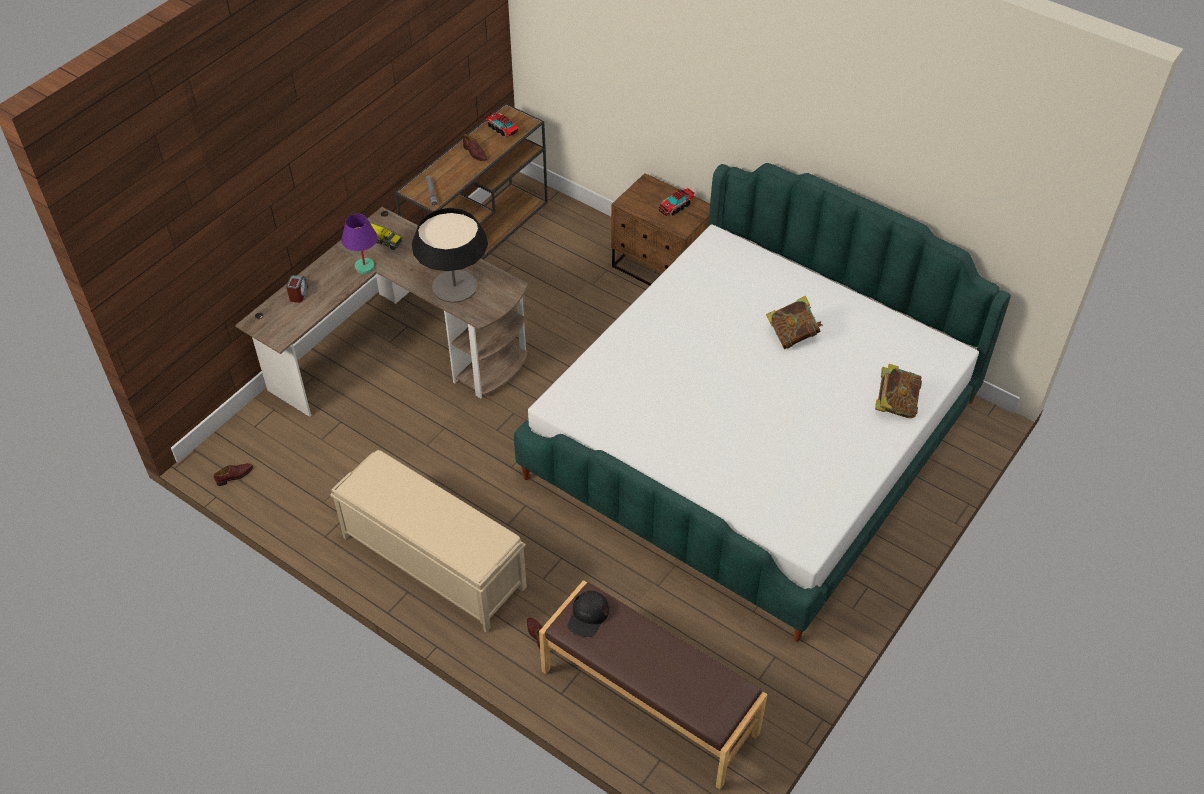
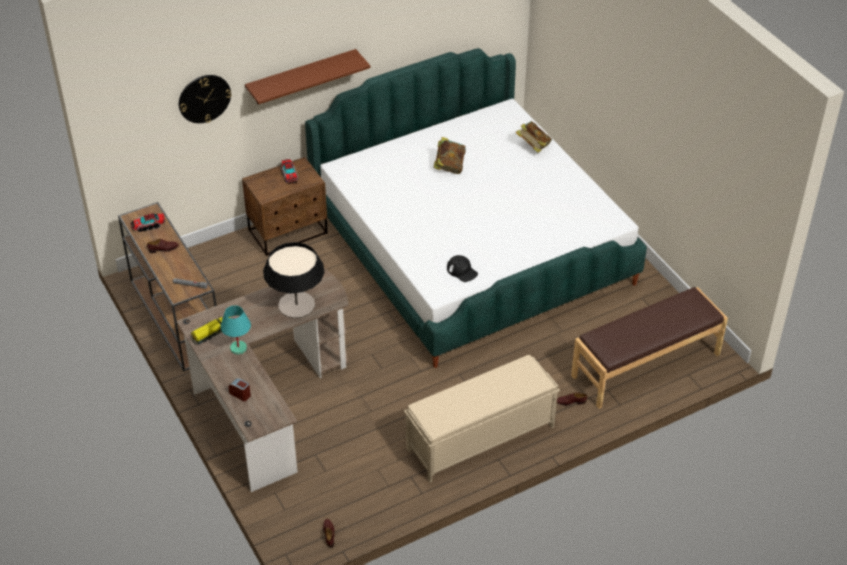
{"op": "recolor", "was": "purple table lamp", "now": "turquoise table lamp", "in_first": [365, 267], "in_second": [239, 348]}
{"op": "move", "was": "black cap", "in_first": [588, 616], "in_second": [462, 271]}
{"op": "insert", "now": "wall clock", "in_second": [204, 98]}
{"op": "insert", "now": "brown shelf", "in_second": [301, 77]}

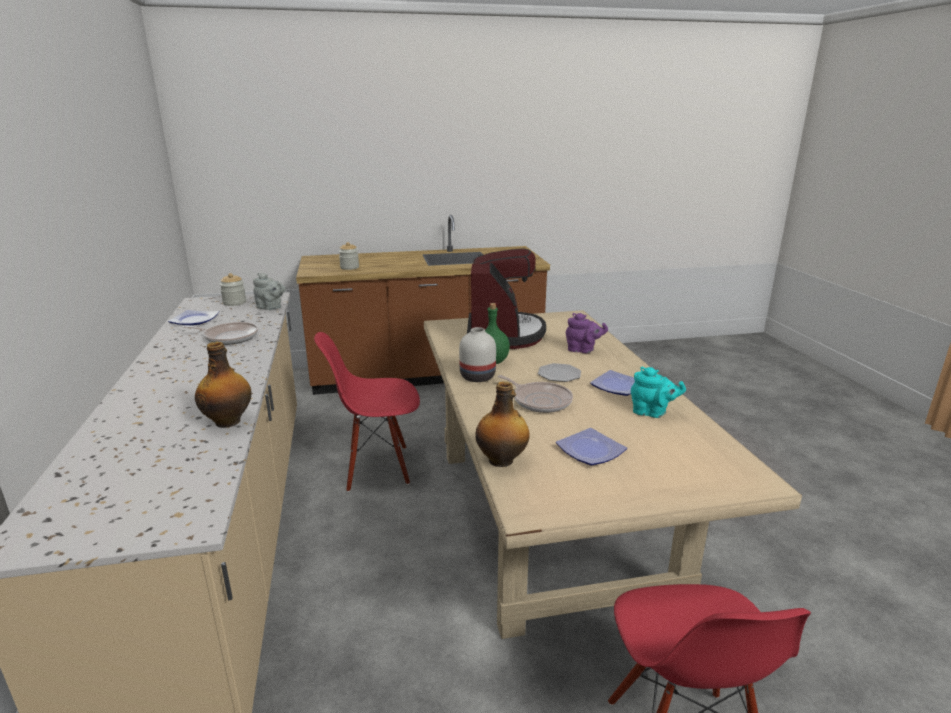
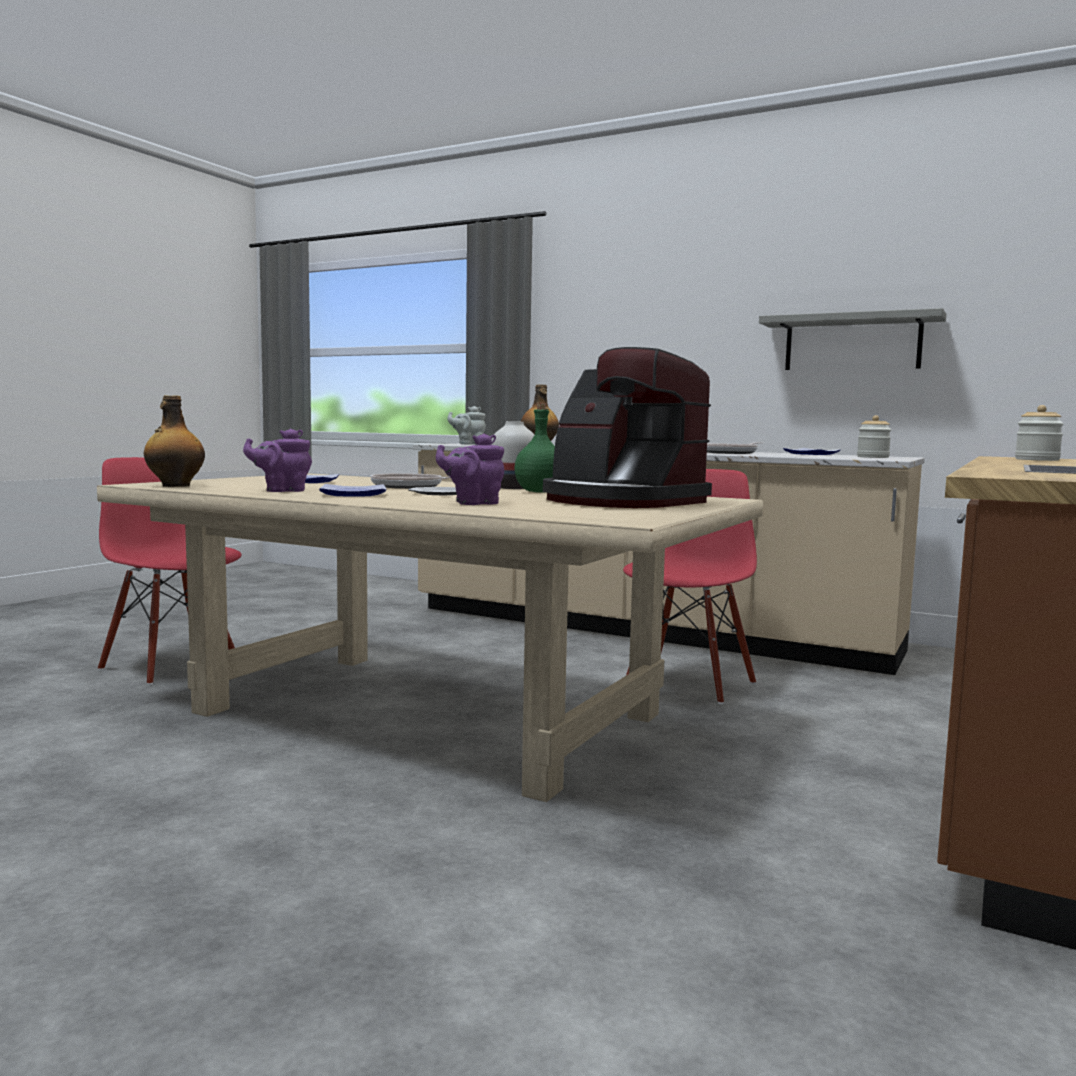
{"op": "move", "was": "grey teapot", "in_first": [271, 308], "in_second": [468, 444]}
{"op": "move", "was": "bottle", "in_first": [502, 460], "in_second": [175, 485]}
{"op": "recolor", "was": "turquoise teapot", "now": "purple teapot", "in_first": [652, 413], "in_second": [282, 490]}
{"op": "insert", "now": "grey shelf", "in_second": [852, 343]}

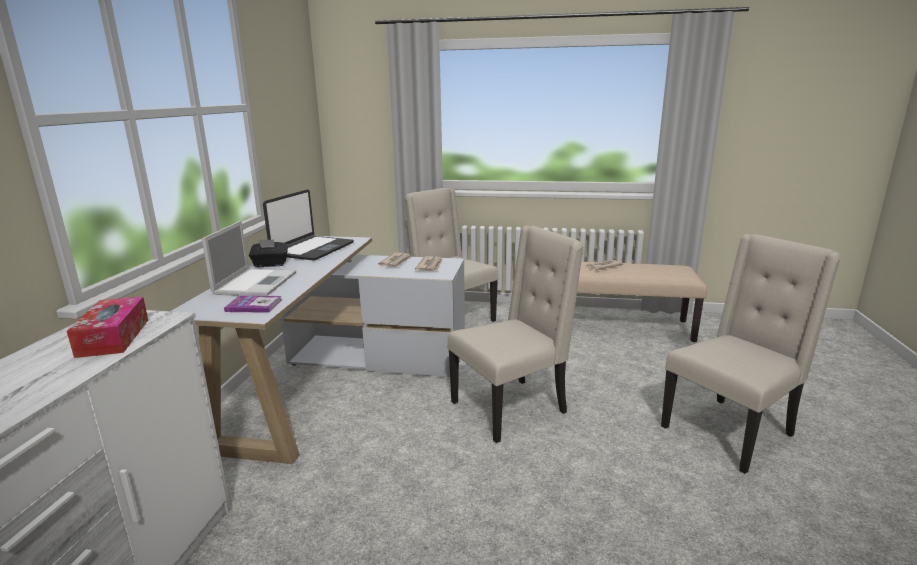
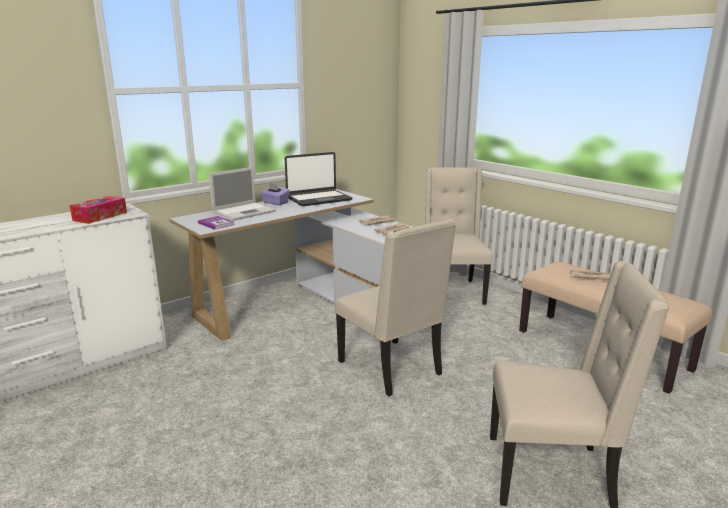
{"op": "recolor", "was": "black tissue box", "now": "purple tissue box", "in_first": [270, 264], "in_second": [275, 203]}
{"op": "rotate", "was": "beige chair", "in_first": [511, 407], "in_second": [392, 368], "clockwise": 45}

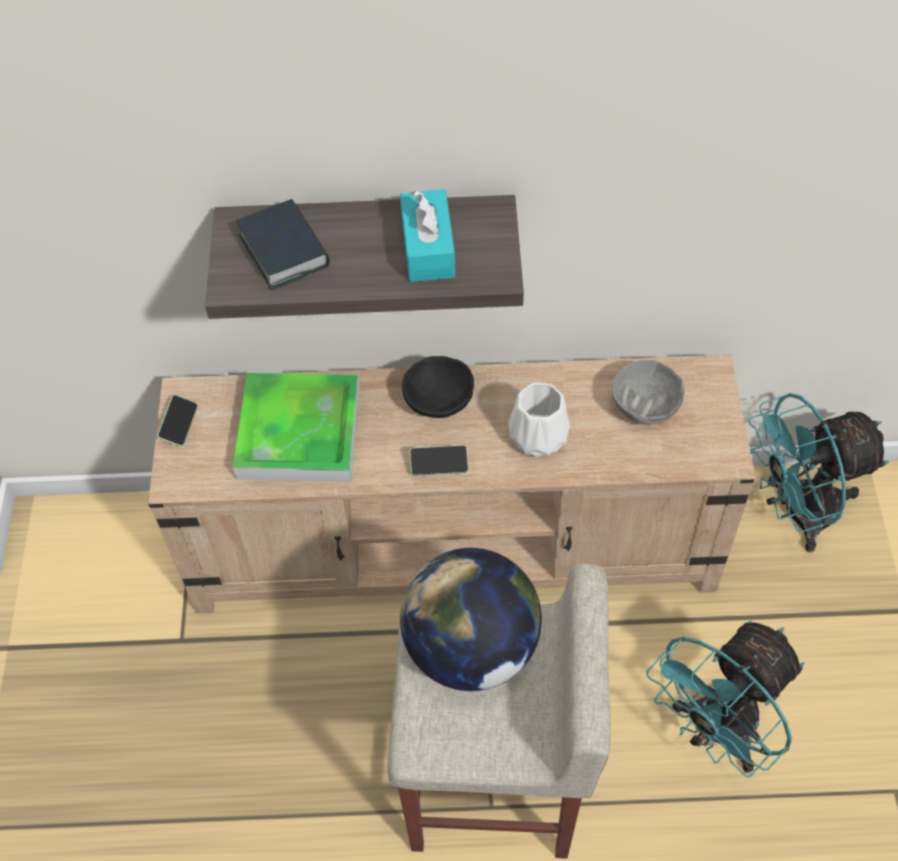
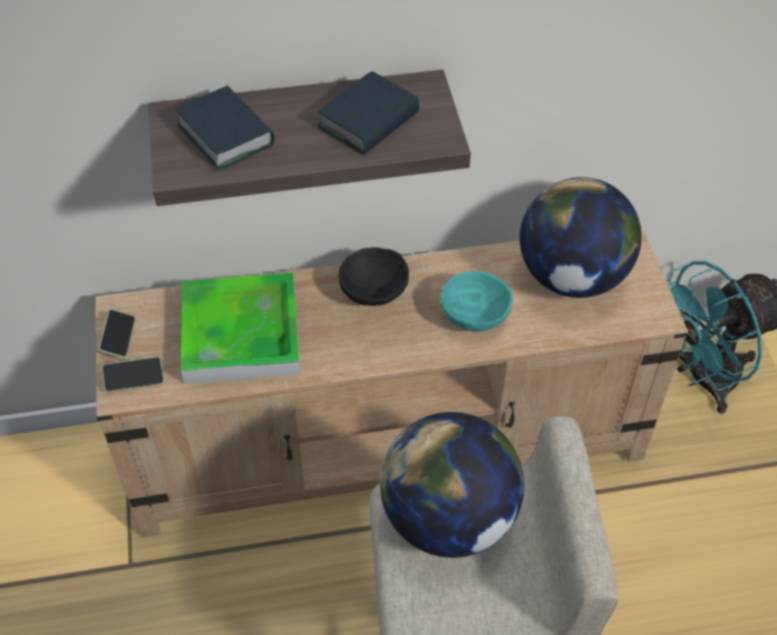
{"op": "replace", "was": "turquoise tissue box", "now": "book", "in_first": [428, 248], "in_second": [369, 121]}
{"op": "move", "was": "phone", "in_first": [439, 465], "in_second": [134, 379]}
{"op": "replace", "was": "white vase", "now": "turquoise bowl", "in_first": [536, 438], "in_second": [474, 316]}
{"op": "replace", "was": "grey bowl", "now": "globe", "in_first": [645, 406], "in_second": [572, 277]}
{"op": "delete", "was": "turquoise fan", "in_first": [716, 732]}

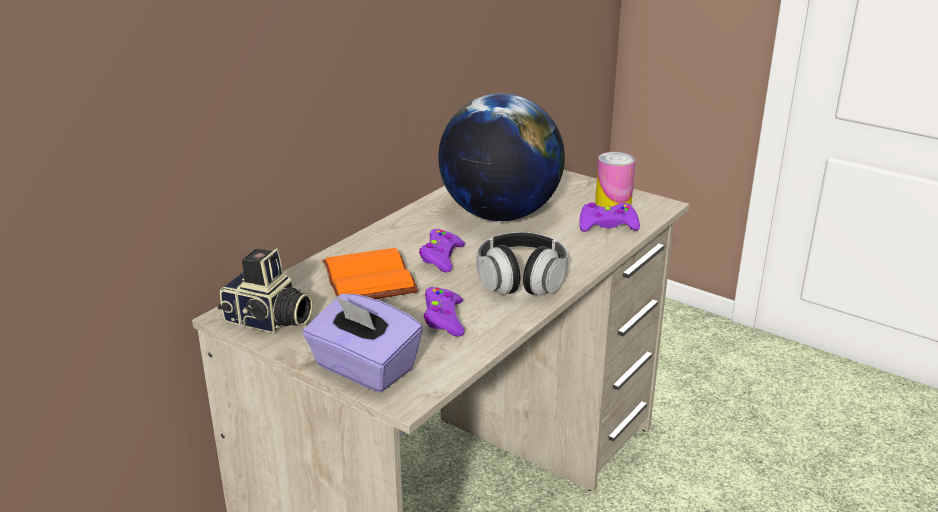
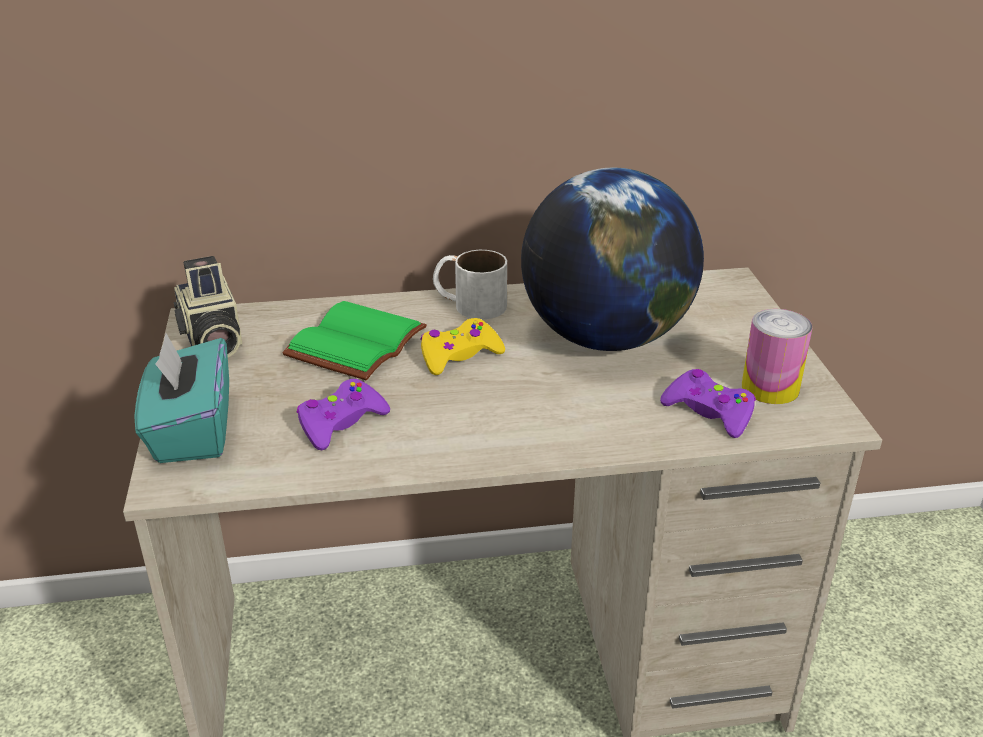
{"op": "recolor", "was": "purple tissue box", "now": "turquoise tissue box", "in_first": [364, 369], "in_second": [191, 431]}
{"op": "recolor", "was": "orange book", "now": "green book", "in_first": [372, 279], "in_second": [358, 345]}
{"op": "recolor", "was": "purple game controller", "now": "yellow game controller", "in_first": [441, 257], "in_second": [459, 355]}
{"op": "delete", "was": "headphones", "in_first": [521, 281]}
{"op": "insert", "now": "white mug", "in_second": [469, 304]}

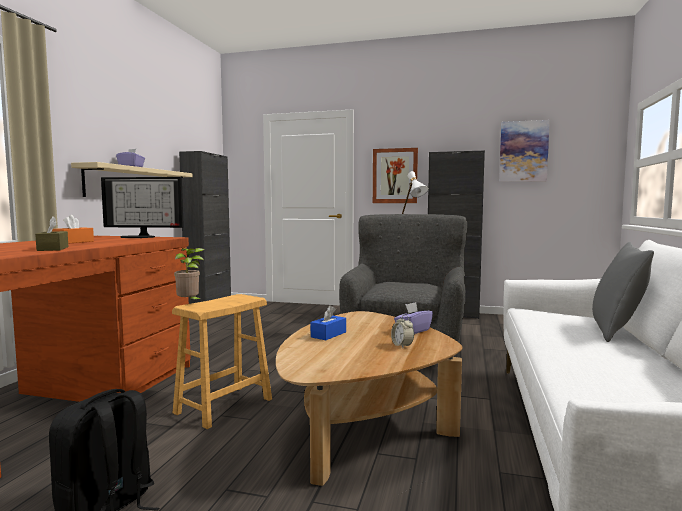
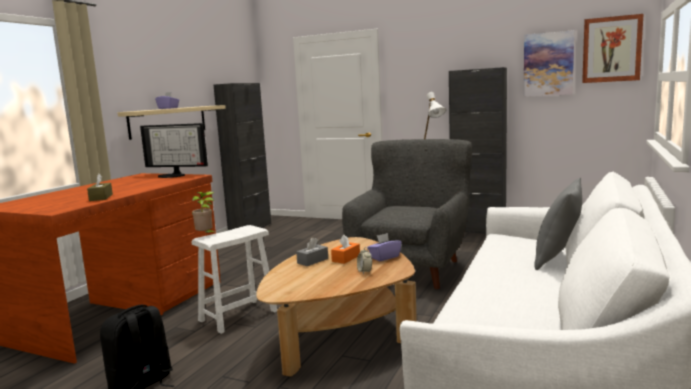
{"op": "move", "was": "orange tissue box", "in_first": [74, 242], "in_second": [346, 258]}
{"op": "recolor", "was": "brown stool", "now": "white stool", "in_first": [224, 406], "in_second": [238, 316]}
{"op": "recolor", "was": "blue tissue box", "now": "grey tissue box", "in_first": [328, 334], "in_second": [312, 261]}
{"op": "move", "was": "picture", "in_first": [395, 176], "in_second": [611, 49]}

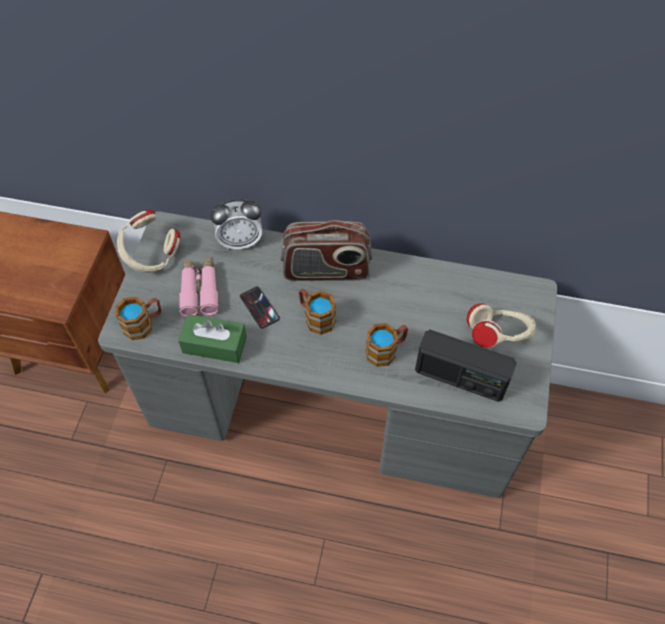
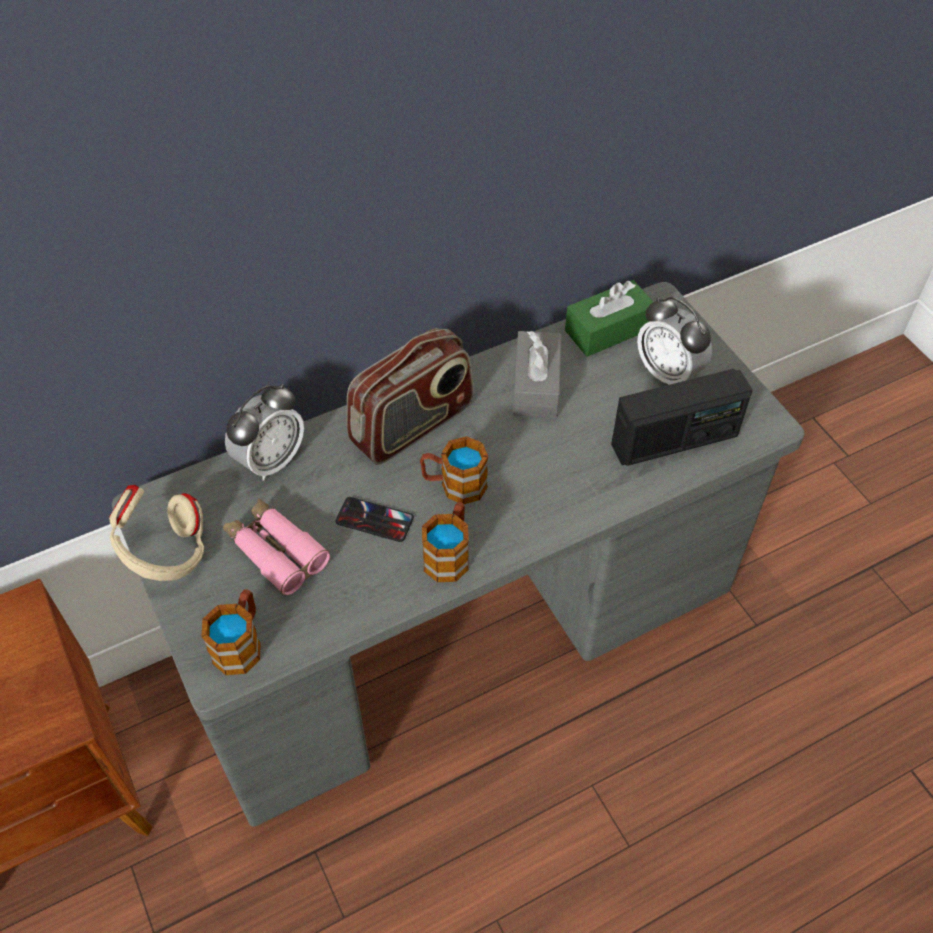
{"op": "move", "was": "green tissue box", "in_first": [214, 345], "in_second": [608, 330]}
{"op": "move", "was": "mug", "in_first": [386, 350], "in_second": [449, 554]}
{"op": "replace", "was": "beige headphones", "now": "alarm clock", "in_first": [497, 336], "in_second": [668, 373]}
{"op": "insert", "now": "grey tissue box", "in_second": [536, 385]}

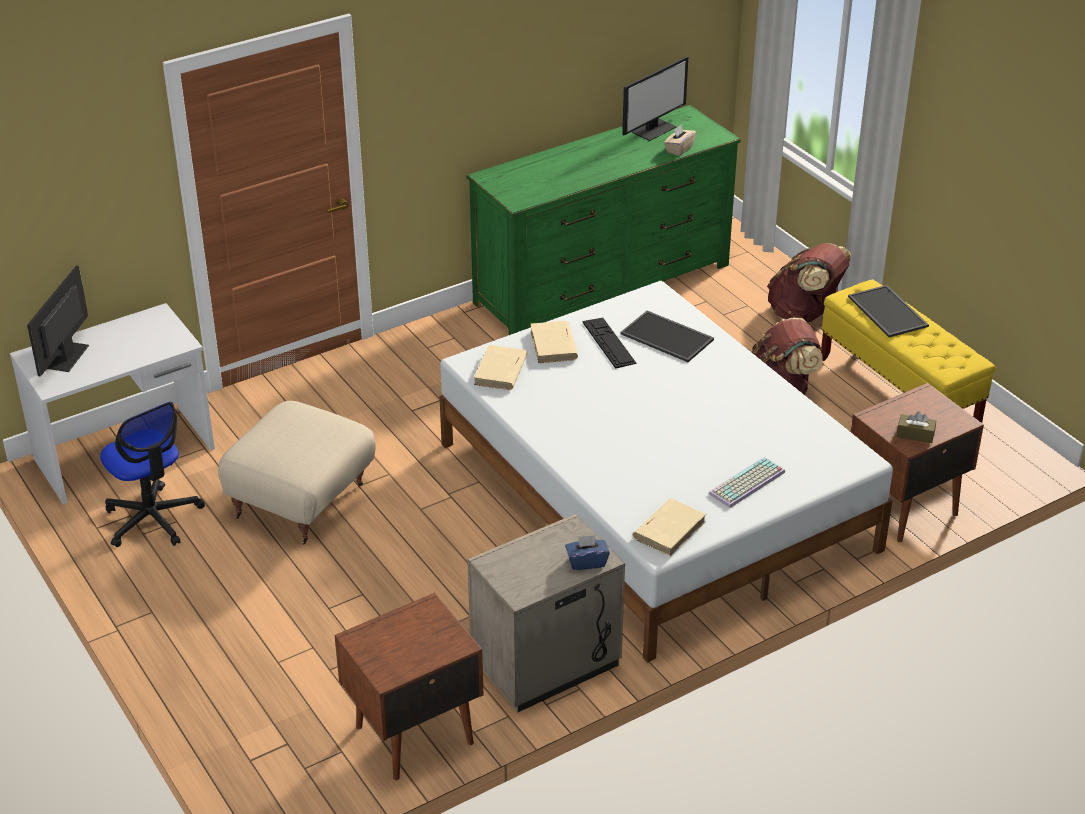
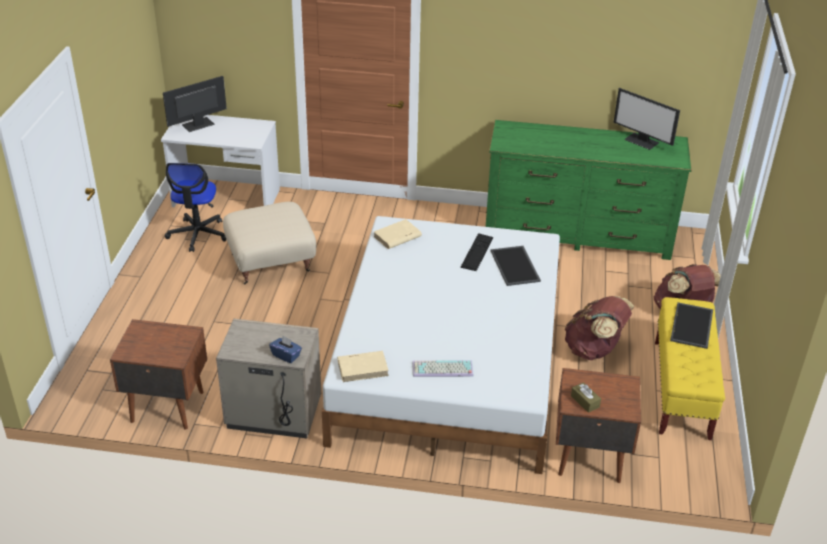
{"op": "delete", "was": "beige book", "in_first": [554, 345]}
{"op": "rotate", "was": "monitor", "in_first": [653, 129], "in_second": [642, 141], "clockwise": 45}
{"op": "delete", "was": "beige tissue box", "in_first": [679, 149]}

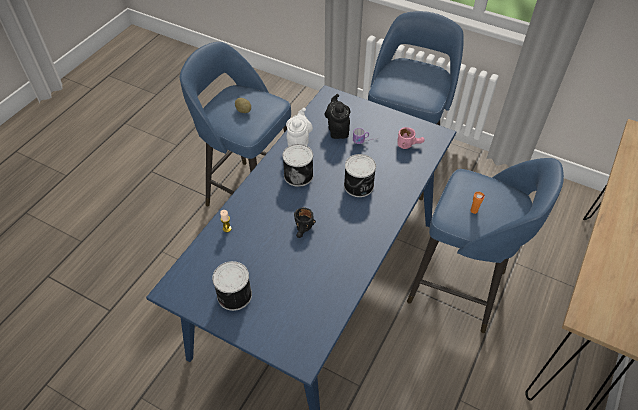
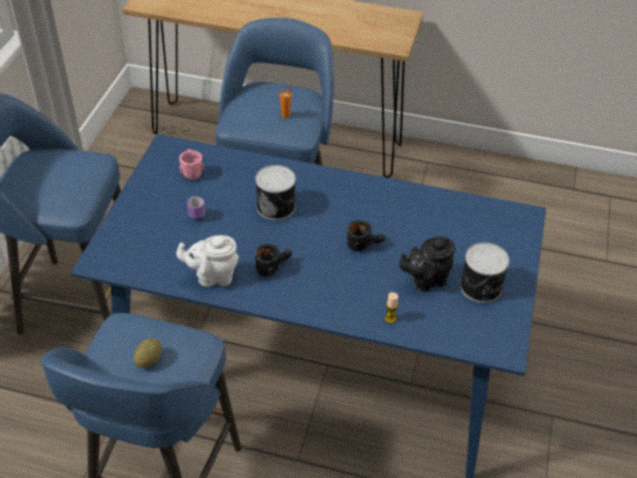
{"op": "replace", "was": "can", "now": "black mug", "in_first": [299, 174], "in_second": [273, 266]}
{"op": "move", "was": "black teapot", "in_first": [338, 130], "in_second": [425, 280]}

